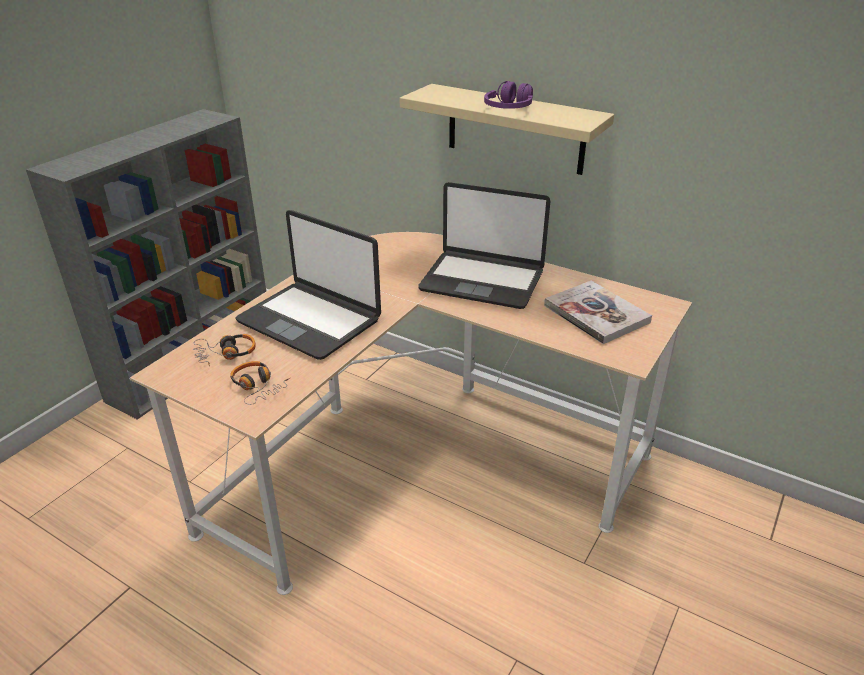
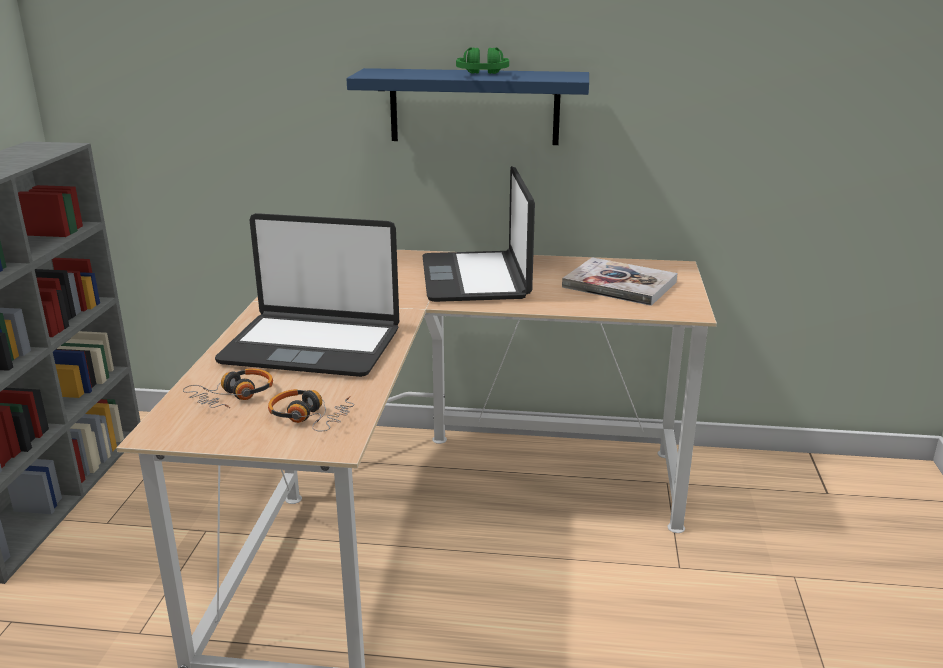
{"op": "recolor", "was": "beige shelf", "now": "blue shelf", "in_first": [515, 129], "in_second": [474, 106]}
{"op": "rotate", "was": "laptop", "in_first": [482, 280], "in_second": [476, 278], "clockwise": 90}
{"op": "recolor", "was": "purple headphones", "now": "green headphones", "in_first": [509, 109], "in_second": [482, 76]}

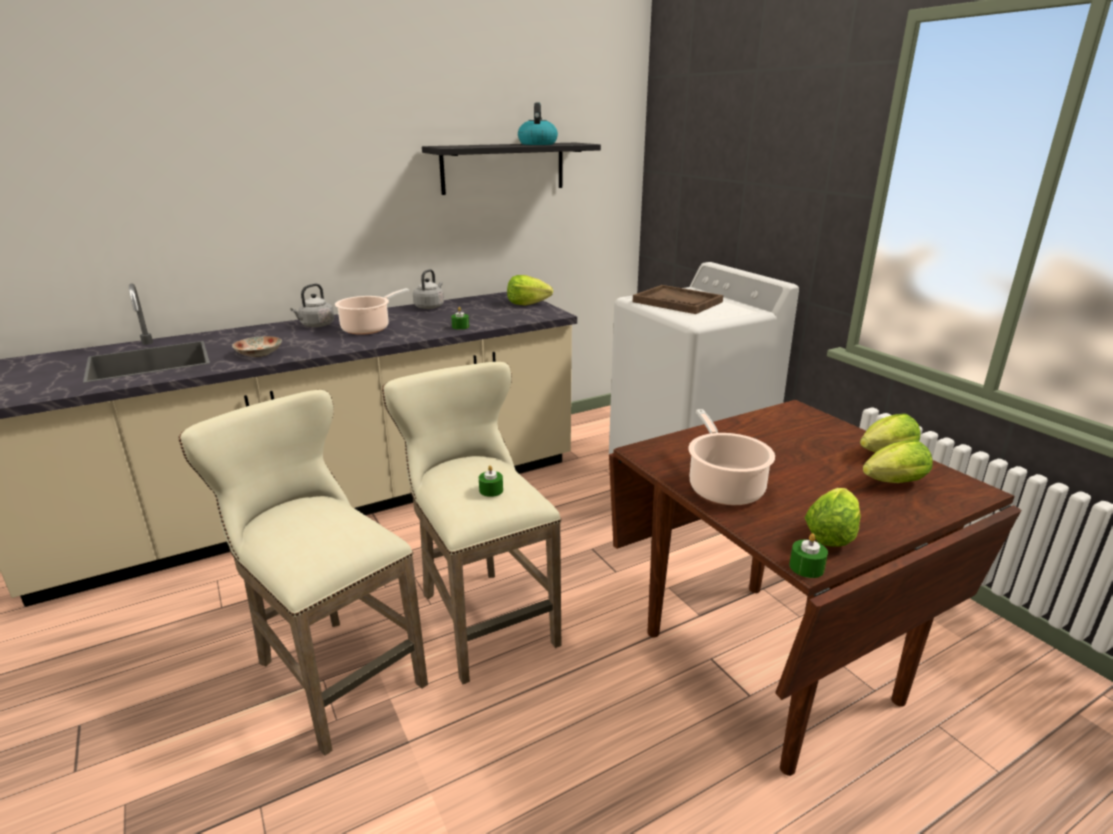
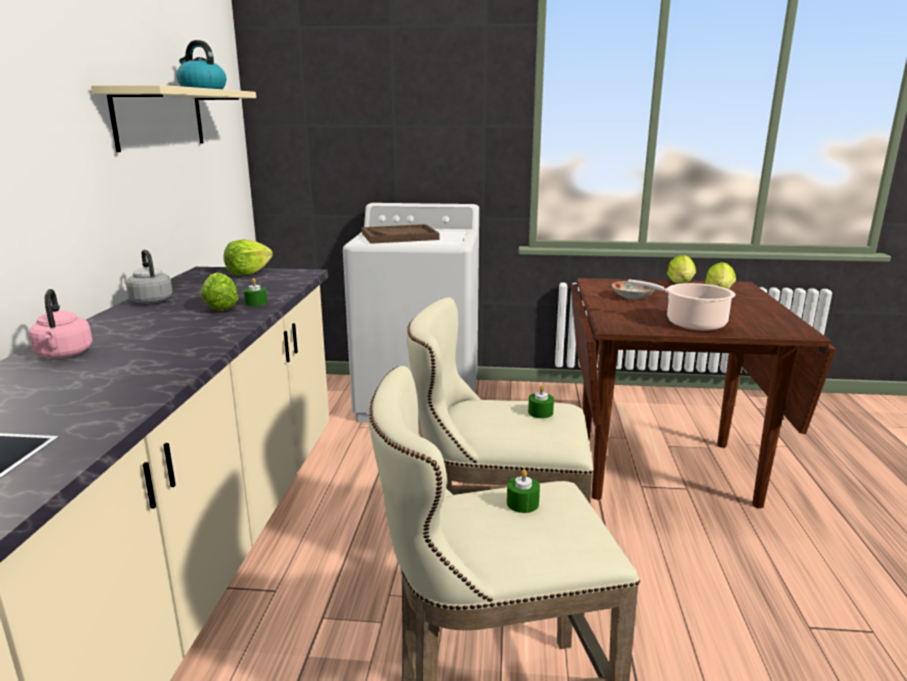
{"op": "move", "was": "plate", "in_first": [258, 354], "in_second": [633, 297]}
{"op": "recolor", "was": "grey kettle", "now": "pink kettle", "in_first": [316, 325], "in_second": [64, 354]}
{"op": "delete", "was": "cooking pot", "in_first": [368, 328]}
{"op": "recolor", "was": "black shelf", "now": "beige shelf", "in_first": [503, 168], "in_second": [160, 118]}
{"op": "move", "was": "green candle", "in_first": [806, 567], "in_second": [522, 503]}
{"op": "move", "was": "lettuce", "in_first": [832, 533], "in_second": [220, 306]}

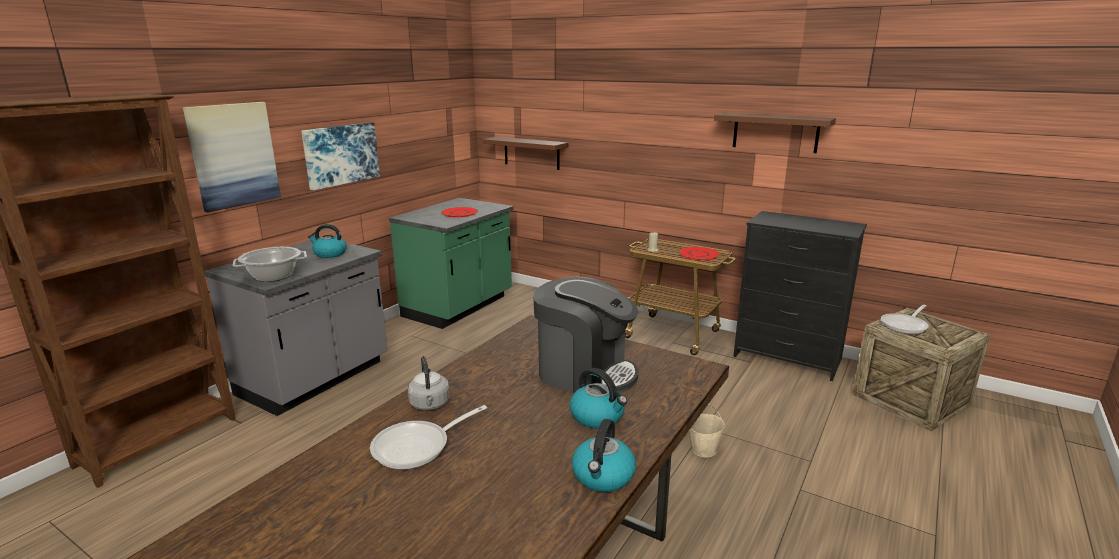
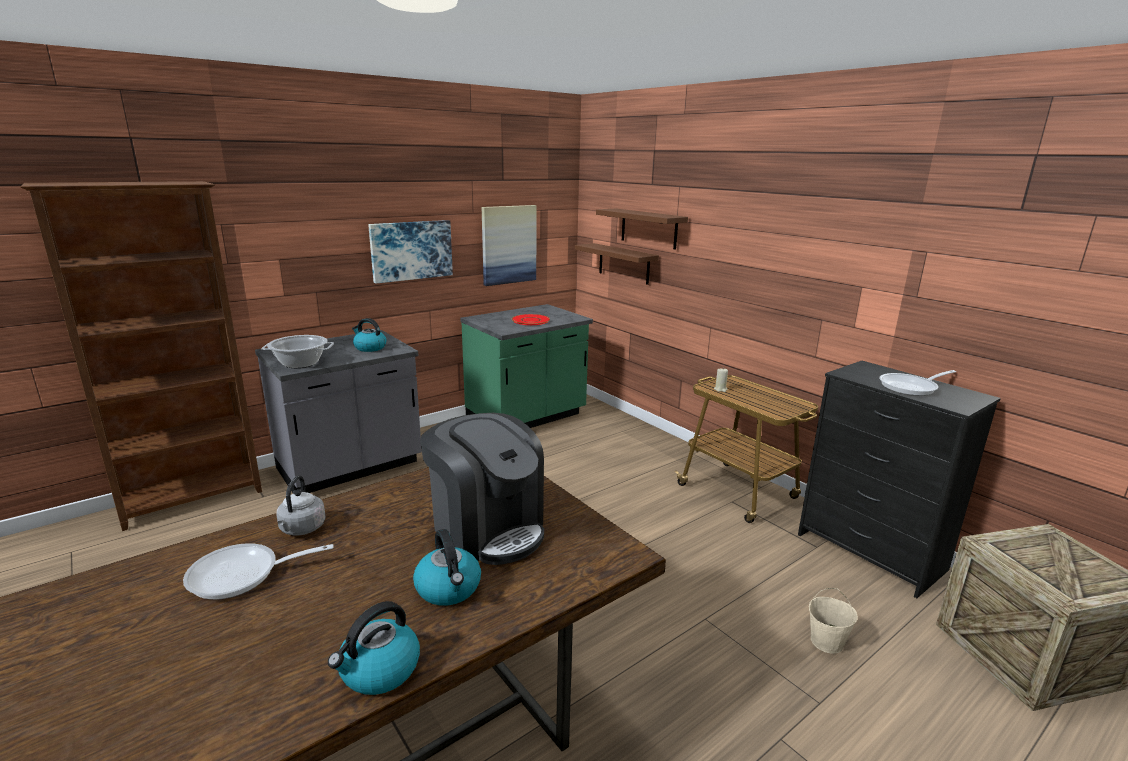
{"op": "move", "was": "picture", "in_first": [233, 155], "in_second": [508, 244]}
{"op": "delete", "was": "red plate", "in_first": [699, 254]}
{"op": "move", "was": "beige bucket", "in_first": [703, 449], "in_second": [826, 642]}
{"op": "move", "was": "brown shelf", "in_first": [775, 132], "in_second": [649, 228]}
{"op": "move", "was": "frying pan", "in_first": [905, 325], "in_second": [911, 387]}

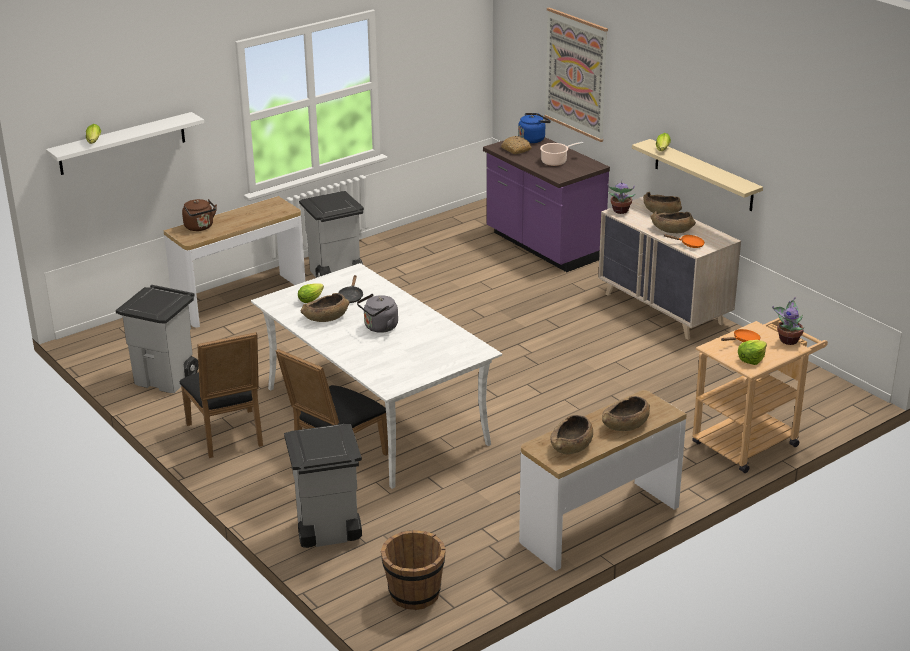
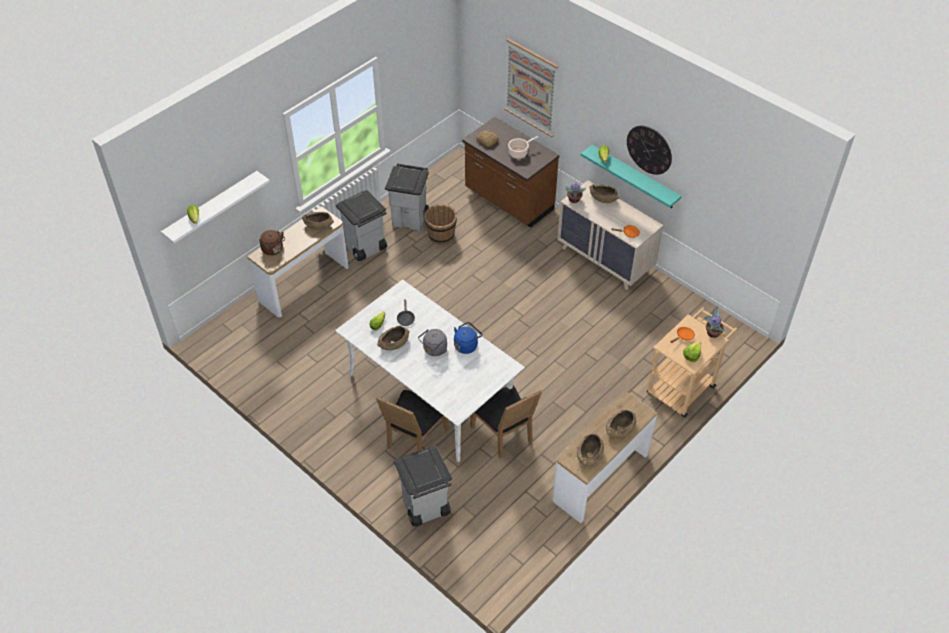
{"op": "move", "was": "grey trash can", "in_first": [167, 378], "in_second": [410, 219]}
{"op": "move", "was": "black chair", "in_first": [228, 436], "in_second": [504, 435]}
{"op": "move", "was": "brown bucket", "in_first": [414, 594], "in_second": [441, 236]}
{"op": "recolor", "was": "purple counter", "now": "brown counter", "in_first": [543, 247], "in_second": [508, 201]}
{"op": "move", "was": "blue kettle", "in_first": [533, 139], "in_second": [467, 345]}
{"op": "recolor", "was": "beige shelf", "now": "turquoise shelf", "in_first": [703, 175], "in_second": [634, 177]}
{"op": "move", "was": "brown bowl", "in_first": [671, 230], "in_second": [318, 225]}
{"op": "insert", "now": "wall clock", "in_second": [649, 149]}

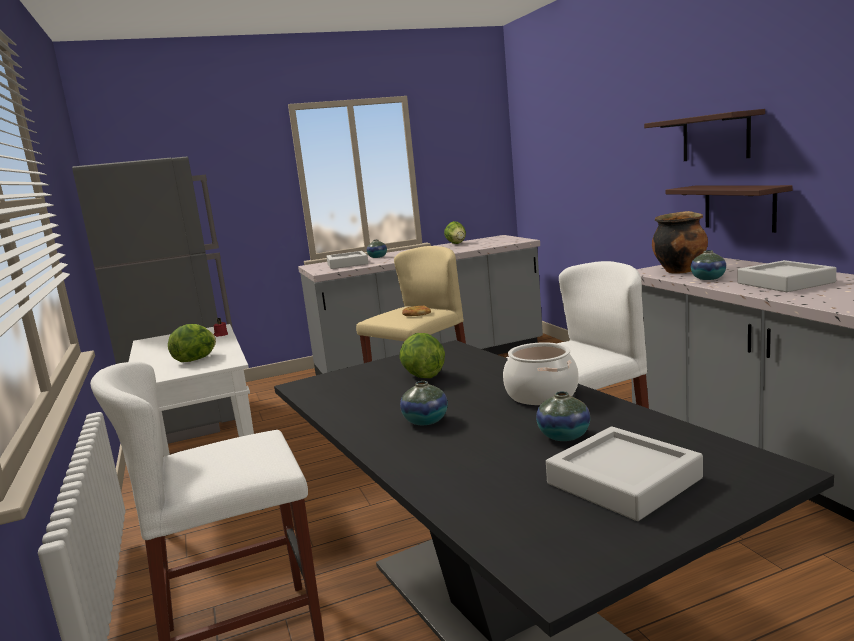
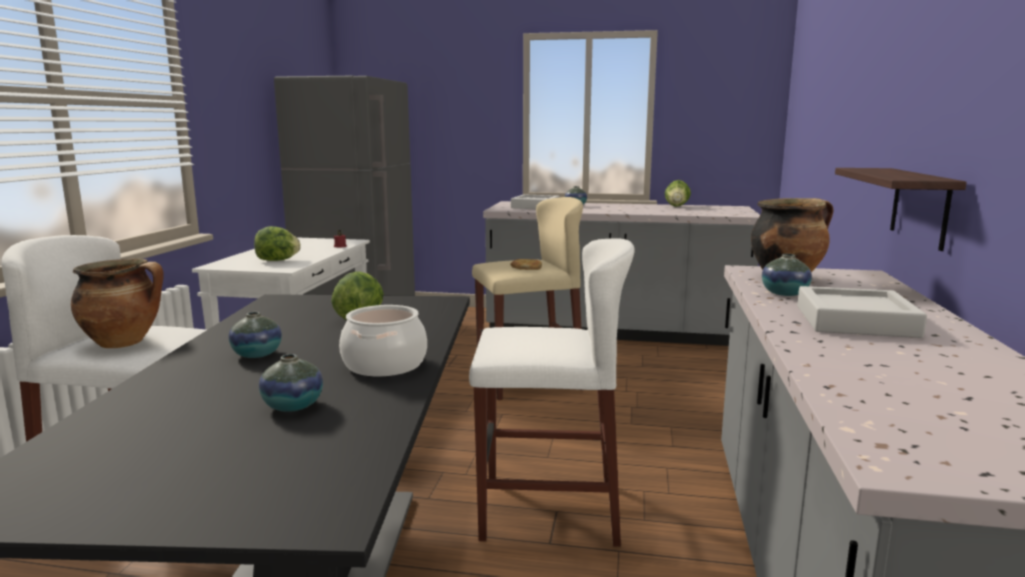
{"op": "delete", "was": "grey tray", "in_first": [623, 481]}
{"op": "delete", "was": "shelf", "in_first": [715, 137]}
{"op": "insert", "now": "cooking pot", "in_second": [125, 342]}

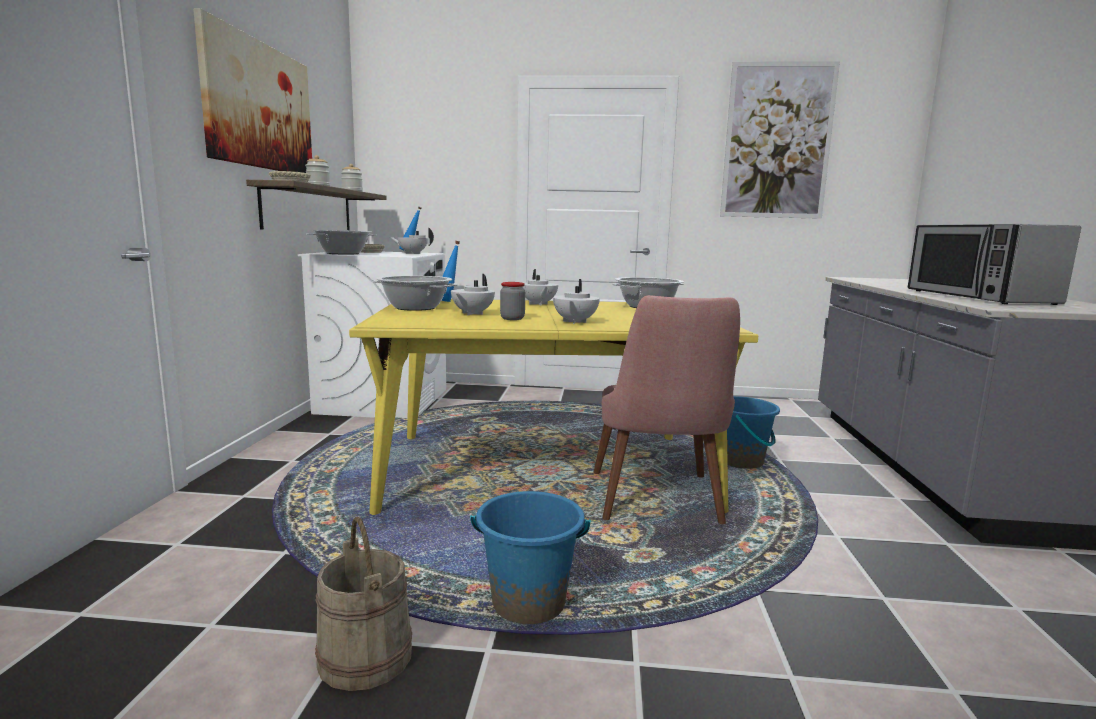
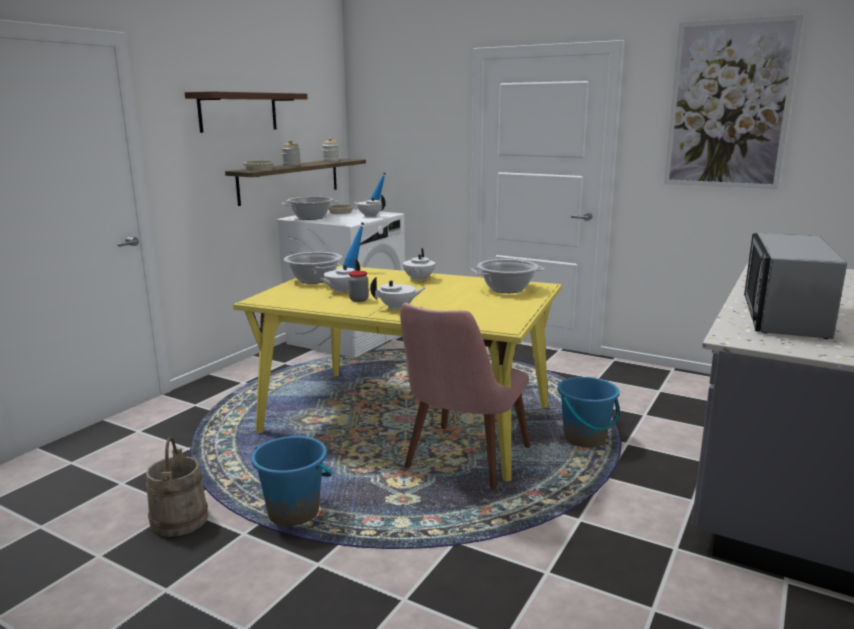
{"op": "replace", "was": "picture", "now": "brown shelf", "in_first": [259, 106], "in_second": [238, 112]}
{"op": "rotate", "was": "white teapot", "in_first": [574, 322], "in_second": [397, 308], "clockwise": -135}

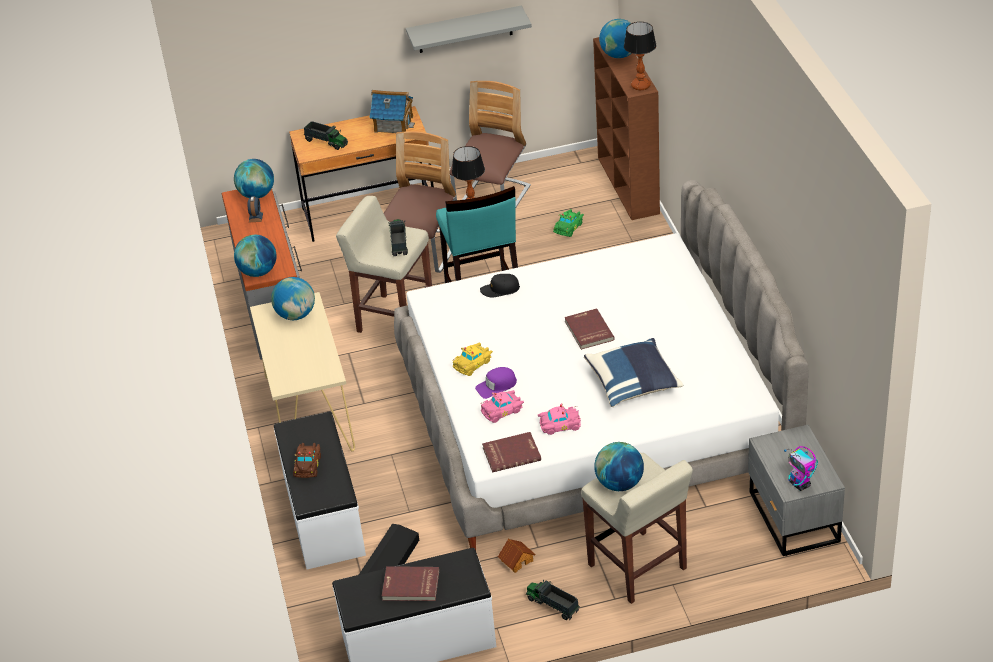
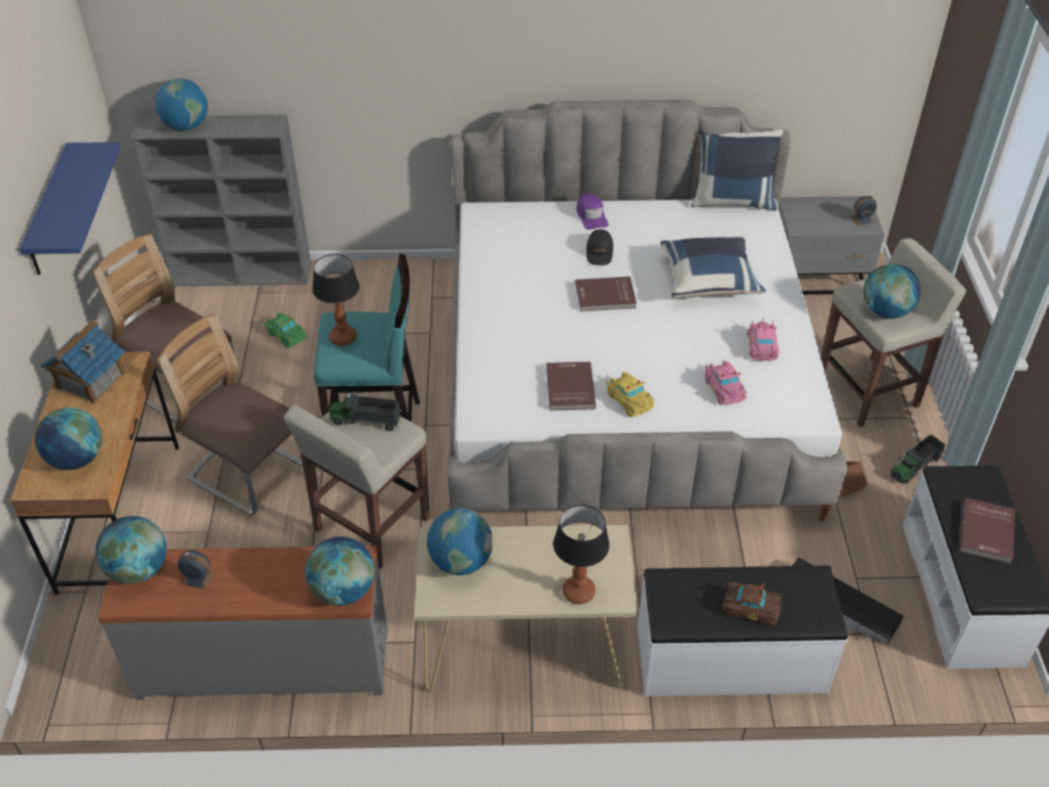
{"op": "replace", "was": "toy truck", "now": "globe", "in_first": [326, 142], "in_second": [77, 459]}
{"op": "recolor", "was": "grey shelf", "now": "blue shelf", "in_first": [465, 29], "in_second": [50, 211]}
{"op": "move", "was": "purple cap", "in_first": [496, 386], "in_second": [591, 216]}
{"op": "move", "was": "black cap", "in_first": [500, 289], "in_second": [599, 252]}
{"op": "move", "was": "red book", "in_first": [511, 453], "in_second": [568, 388]}
{"op": "recolor", "was": "brown bookcase", "now": "grey bookcase", "in_first": [628, 186], "in_second": [243, 273]}
{"op": "move", "was": "table lamp", "in_first": [640, 86], "in_second": [579, 592]}
{"op": "replace", "was": "toy robot", "now": "alarm clock", "in_first": [800, 484], "in_second": [862, 219]}
{"op": "insert", "now": "blue pillow", "in_second": [732, 200]}

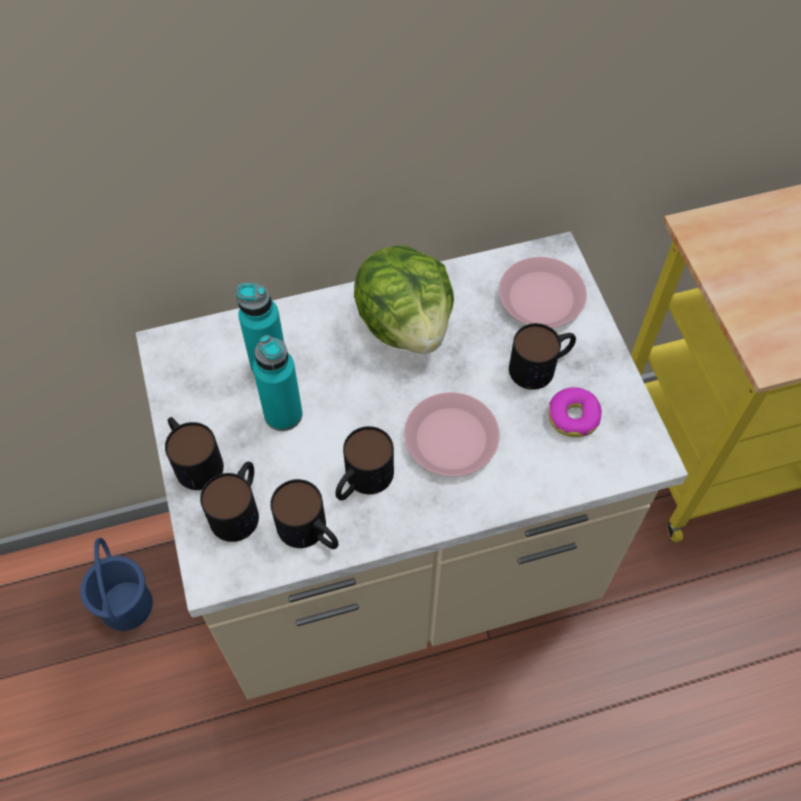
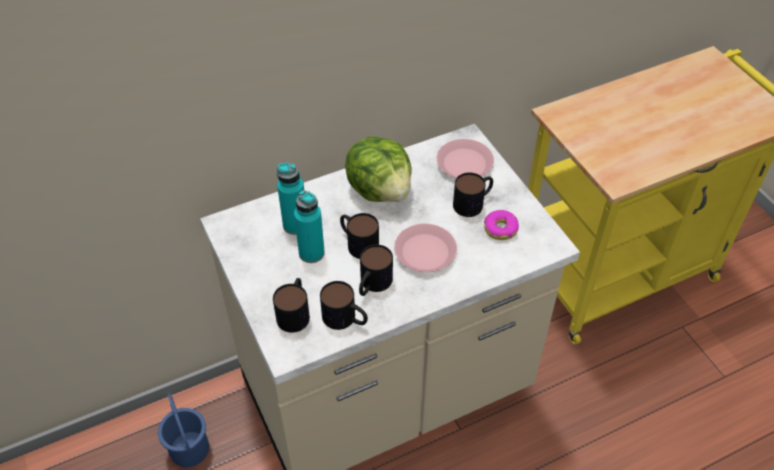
{"op": "move", "was": "mug", "in_first": [193, 459], "in_second": [357, 243]}

